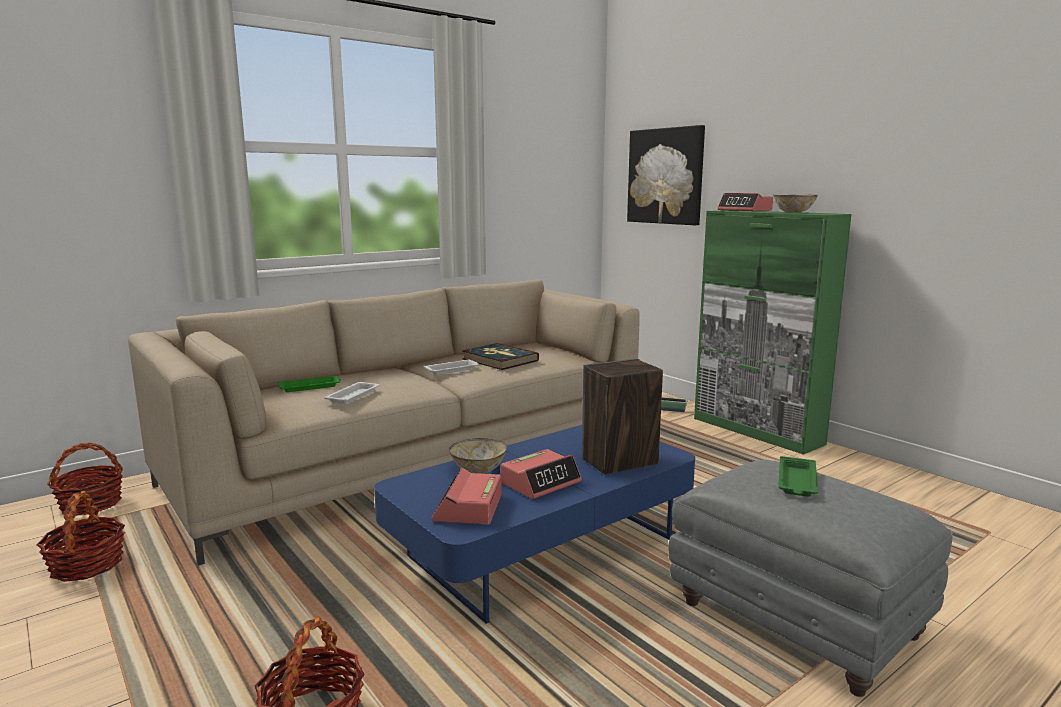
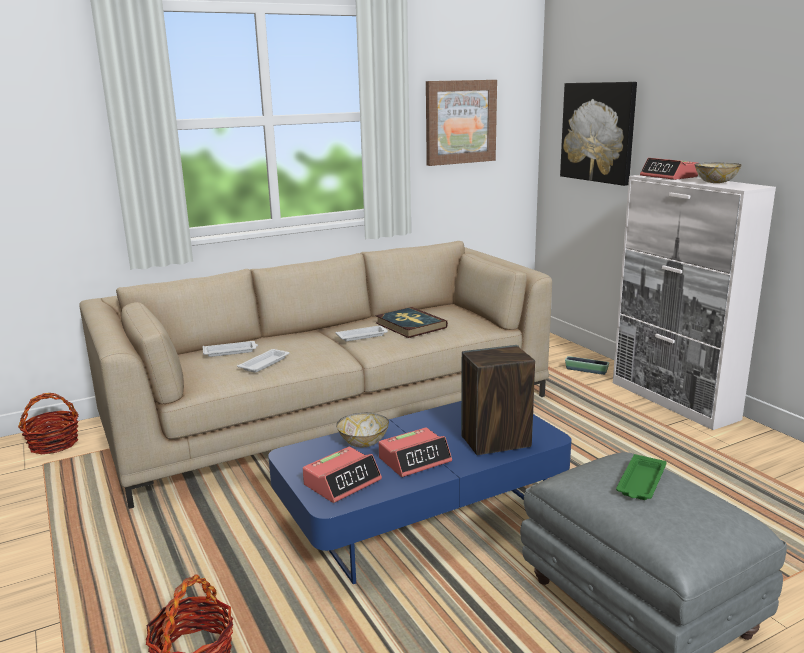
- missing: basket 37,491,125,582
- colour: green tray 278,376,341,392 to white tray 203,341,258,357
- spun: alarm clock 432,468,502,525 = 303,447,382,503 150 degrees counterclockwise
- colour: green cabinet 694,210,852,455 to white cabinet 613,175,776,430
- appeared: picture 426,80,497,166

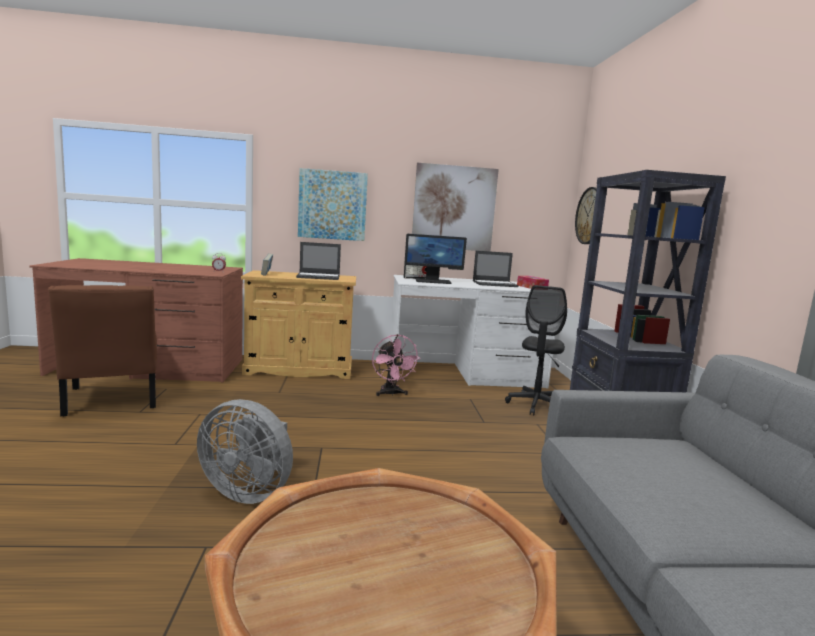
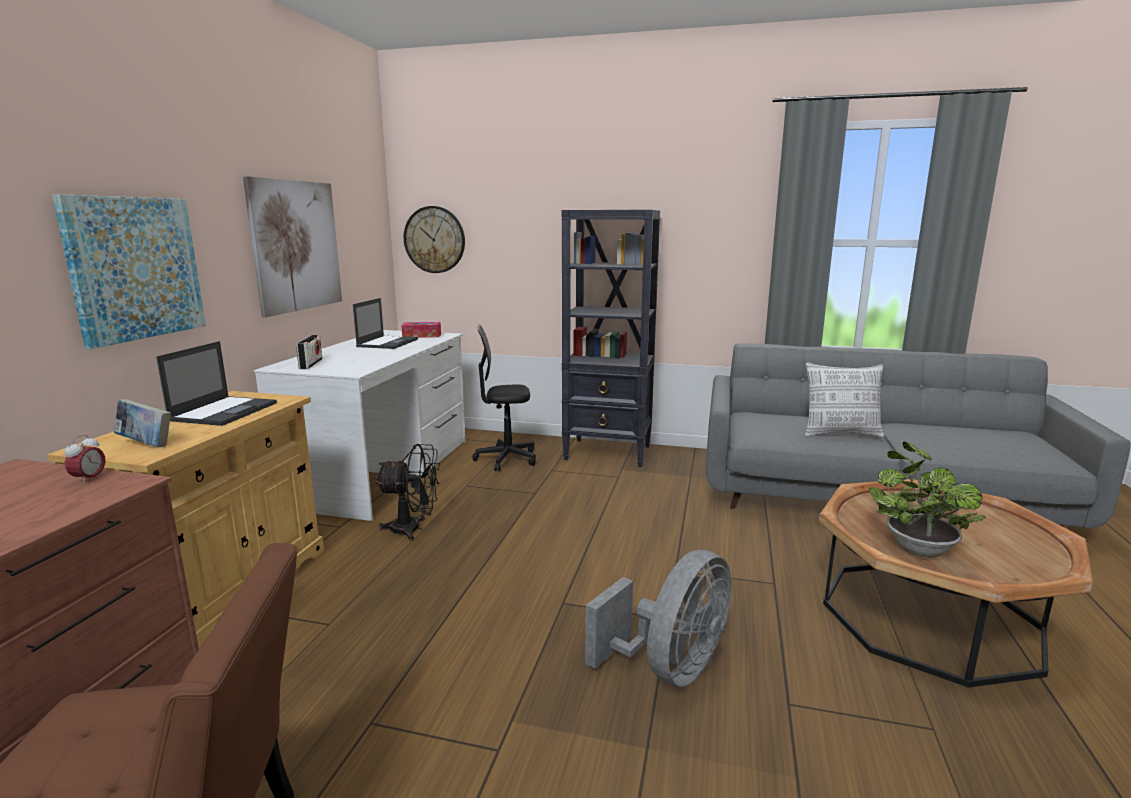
- colour: pink fan 372,334,419,396 to black fan 376,444,440,541
- missing: monitor 404,234,467,284
- spun: black office chair 505,285,567,415 = 472,325,536,471 135 degrees clockwise
- appeared: pillow 805,362,885,438
- appeared: potted plant 869,442,986,558

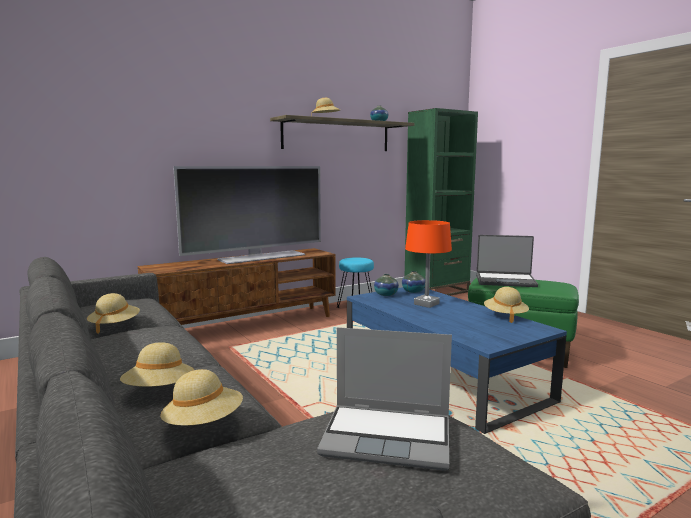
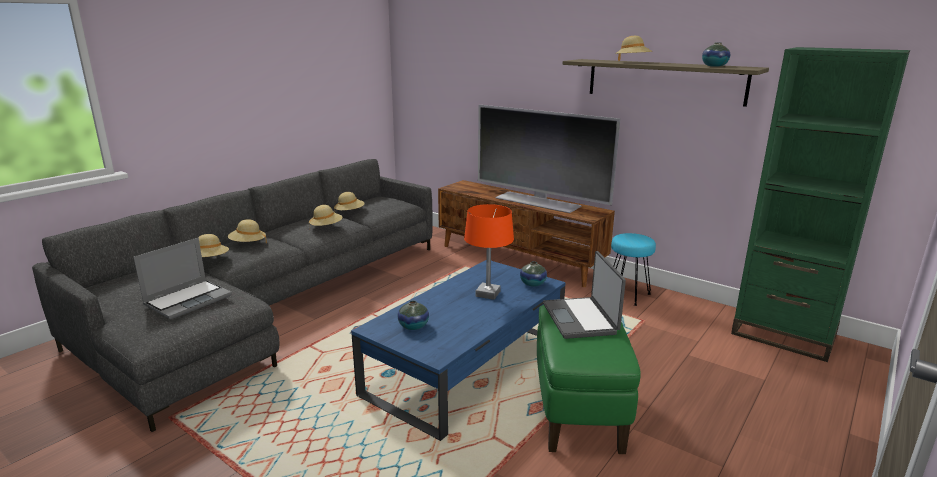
- spun: laptop 317,327,452,471 = 134,238,232,319 135 degrees counterclockwise
- relocated: vase 374,274,399,296 to 398,300,429,330
- relocated: beige hat 484,287,529,323 to 309,205,342,226

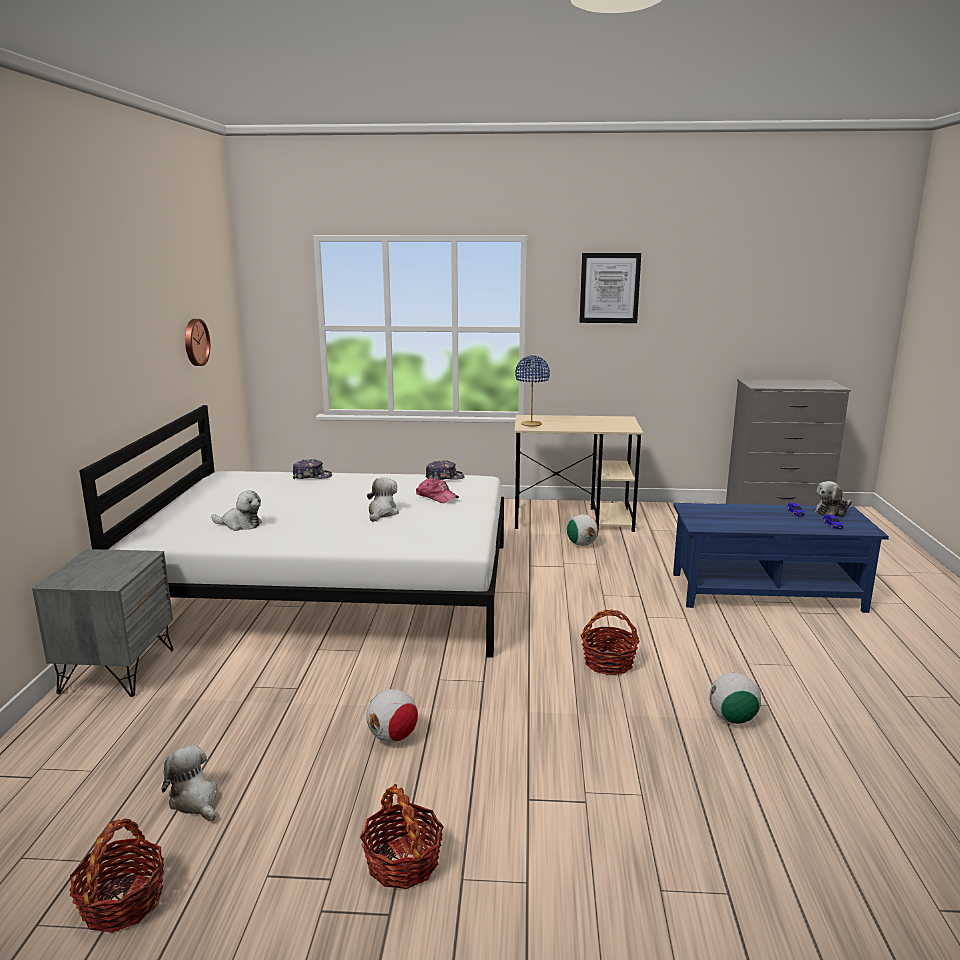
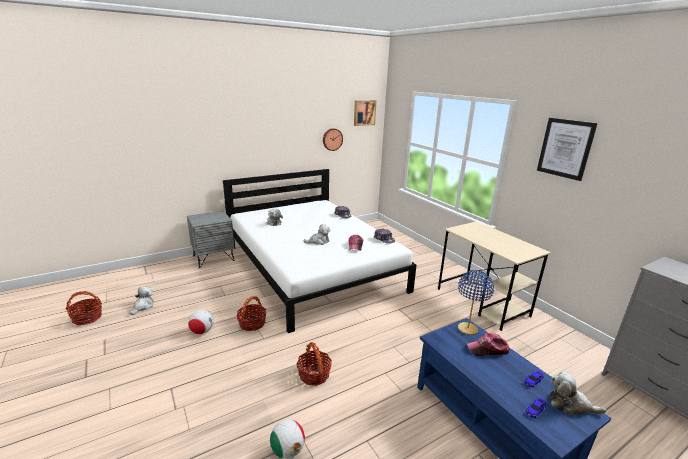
- relocated: basket 360,784,444,889 to 237,296,266,331
- relocated: blue table lamp 515,356,550,426 to 458,270,494,335
- missing: football 567,514,599,546
- appeared: picture 354,100,377,126
- appeared: cap 467,333,510,356

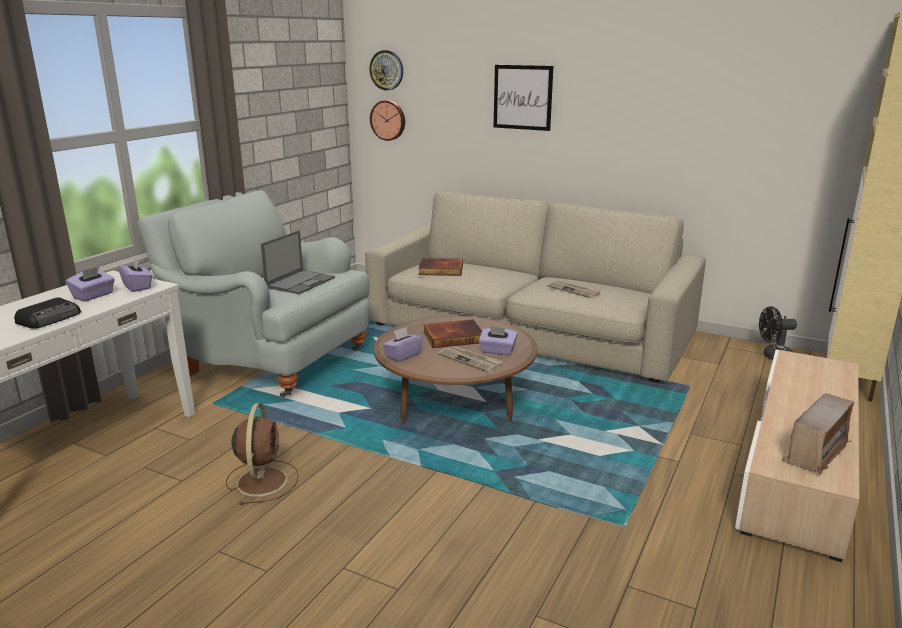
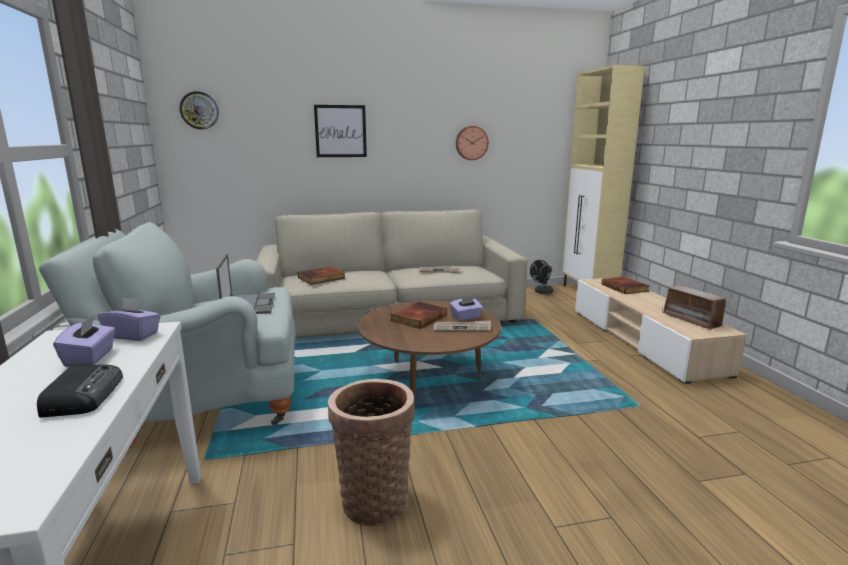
- exchanged: brown fan 226,403,299,505 to basket 328,379,415,526
- relocated: wall clock 370,100,405,141 to 456,126,489,160
- missing: purple tissue box 383,327,423,362
- spun: radio 782,393,854,475 = 662,285,729,330 150 degrees clockwise
- appeared: book 601,276,649,294

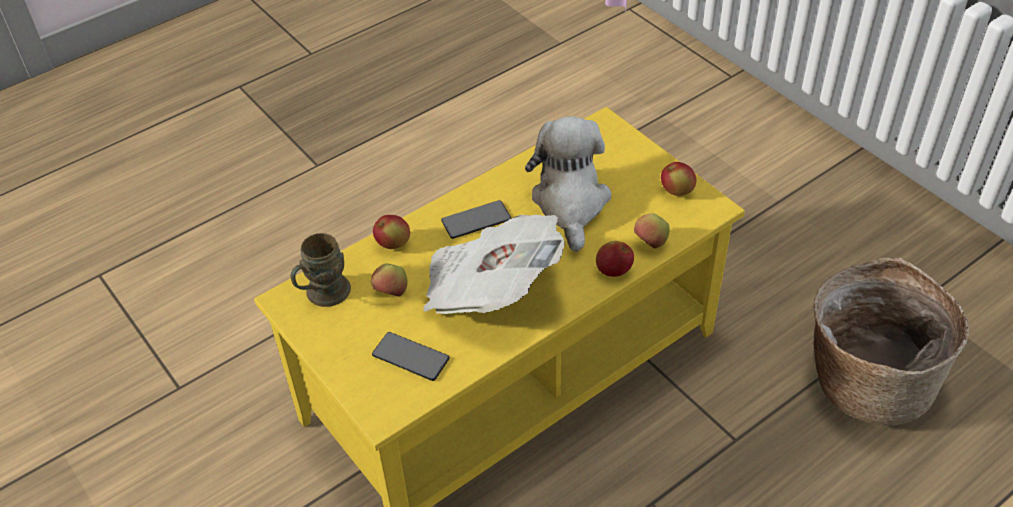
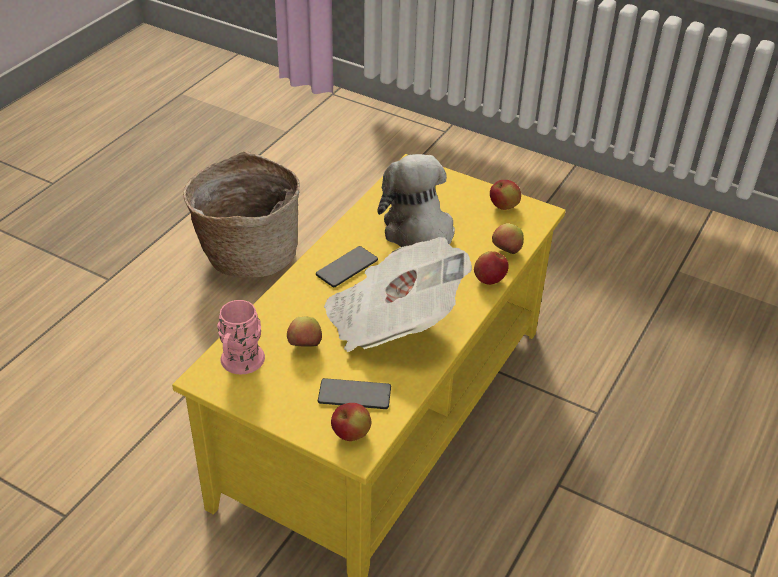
- colour: brown mug 291,233,351,307 to pink mug 217,300,265,374
- relocated: apple 373,215,410,249 to 331,403,371,441
- relocated: basket 814,257,969,426 to 183,151,300,278

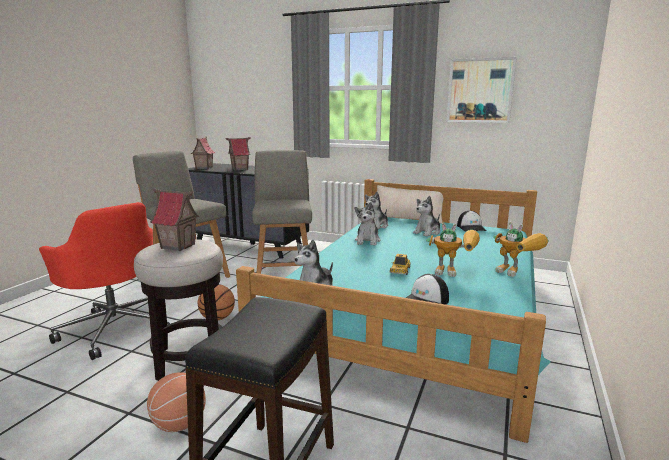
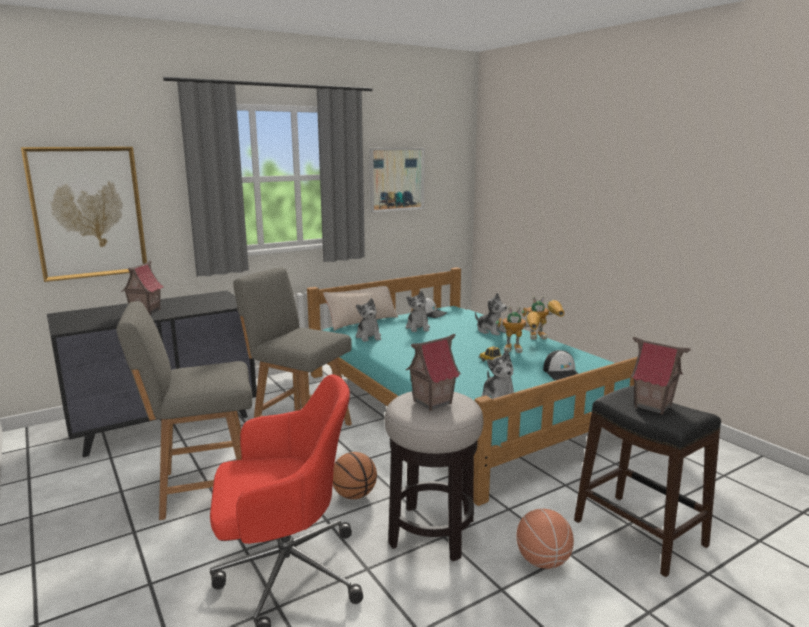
- relocated: toy house 191,136,215,169 to 631,337,691,414
- relocated: plush toy 355,202,381,245 to 475,293,507,336
- spun: toy robot 426,223,480,277 = 496,307,541,353 45 degrees clockwise
- appeared: picture 21,147,147,282

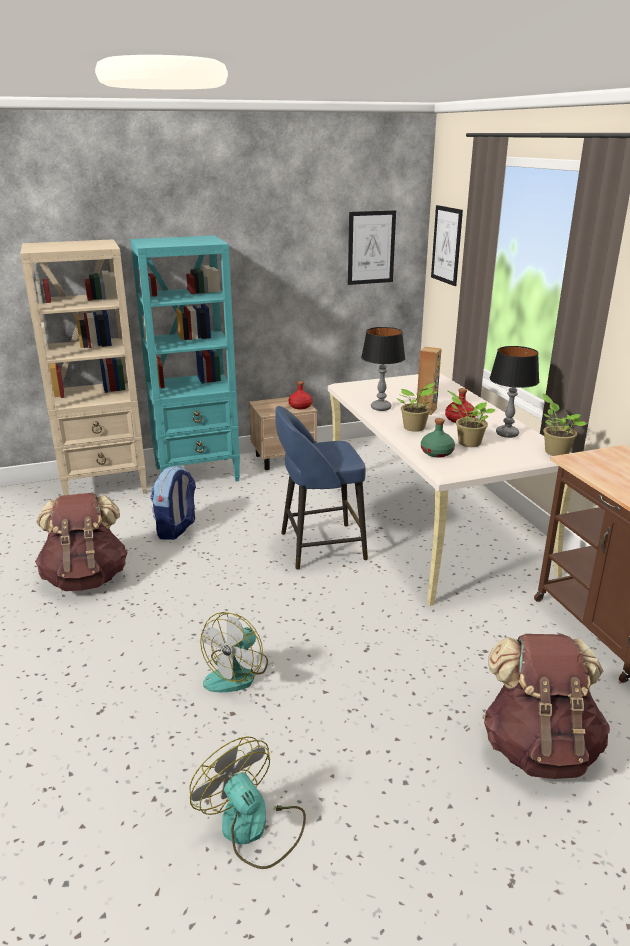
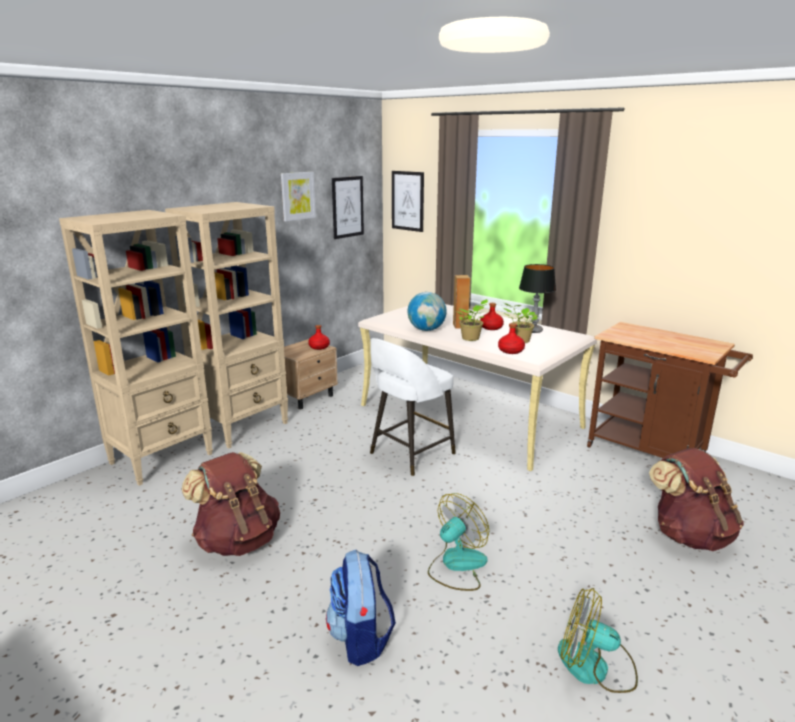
- colour: turquoise bookcase 130,235,240,482 to beige bookcase 165,202,288,449
- relocated: backpack 150,466,196,540 to 326,550,396,666
- spun: fan 200,612,268,692 = 428,493,489,591 135 degrees counterclockwise
- colour: blue stool 275,406,368,570 to white stool 370,338,456,476
- exchanged: table lamp 361,327,405,411 to globe 408,292,447,331
- colour: green bottle 421,418,455,458 to red bottle 498,323,525,354
- missing: potted plant 543,394,588,456
- appeared: picture 281,172,316,221

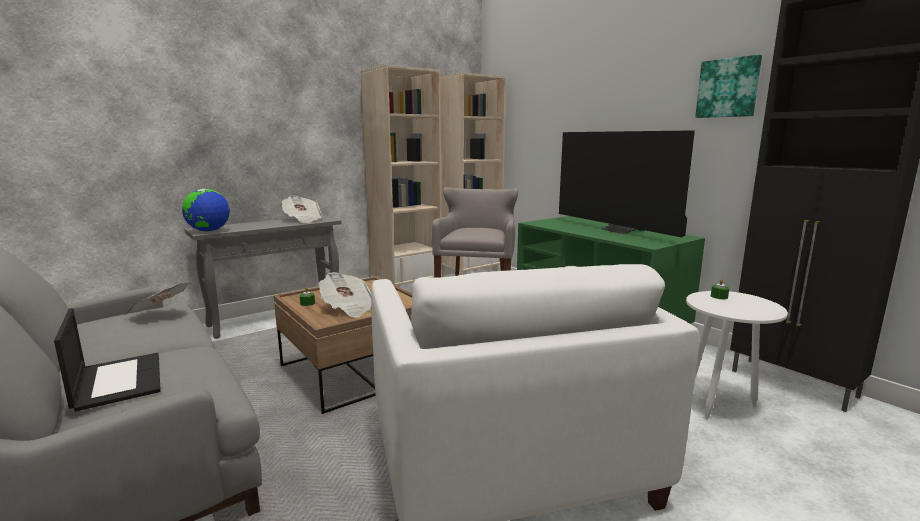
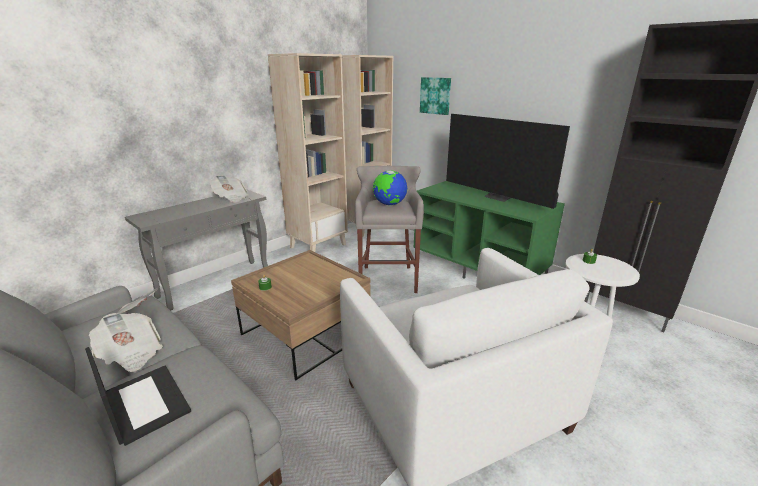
- relocated: globe 182,189,230,232 to 373,170,407,205
- relocated: newspaper 318,272,371,318 to 89,313,163,372
- relocated: picture 695,55,762,118 to 420,77,451,115

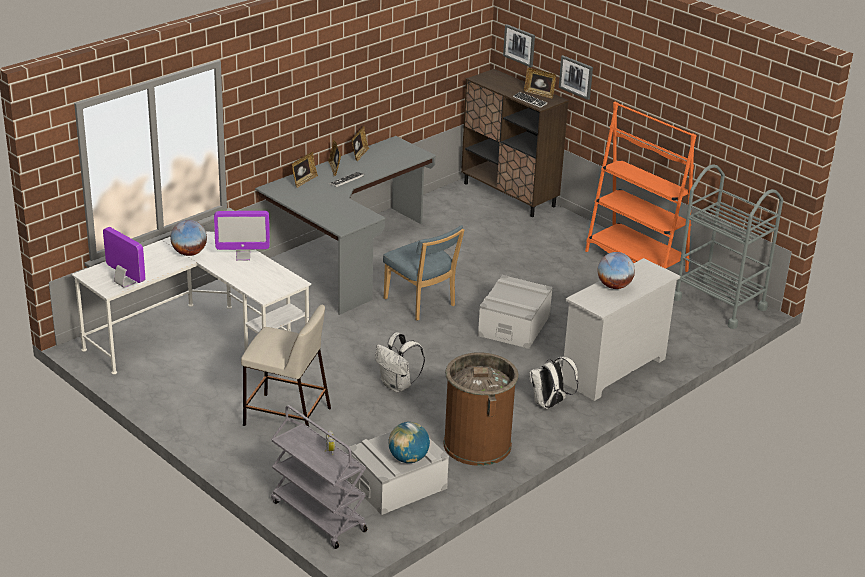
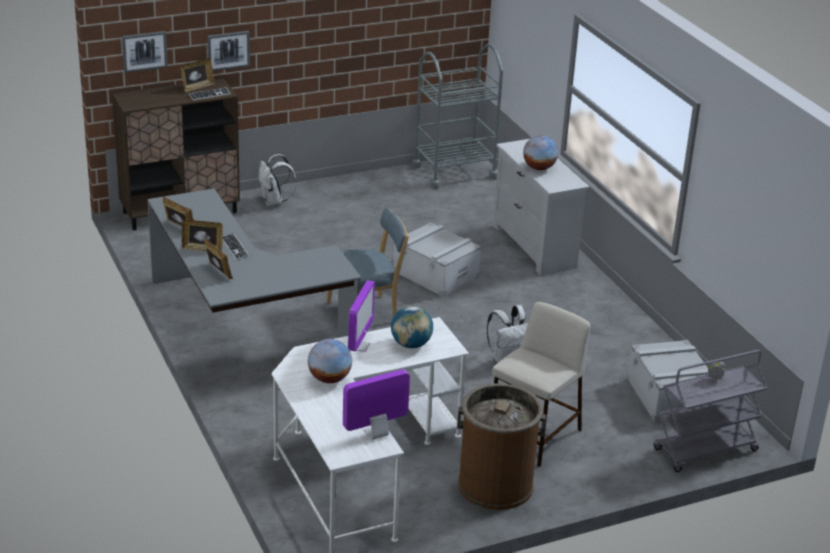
- relocated: globe 388,422,430,463 to 391,306,433,348
- relocated: brown trash can 443,352,519,466 to 457,383,546,510
- relocated: white backpack 529,356,579,409 to 258,154,297,206
- missing: orange bookcase 585,101,697,272

